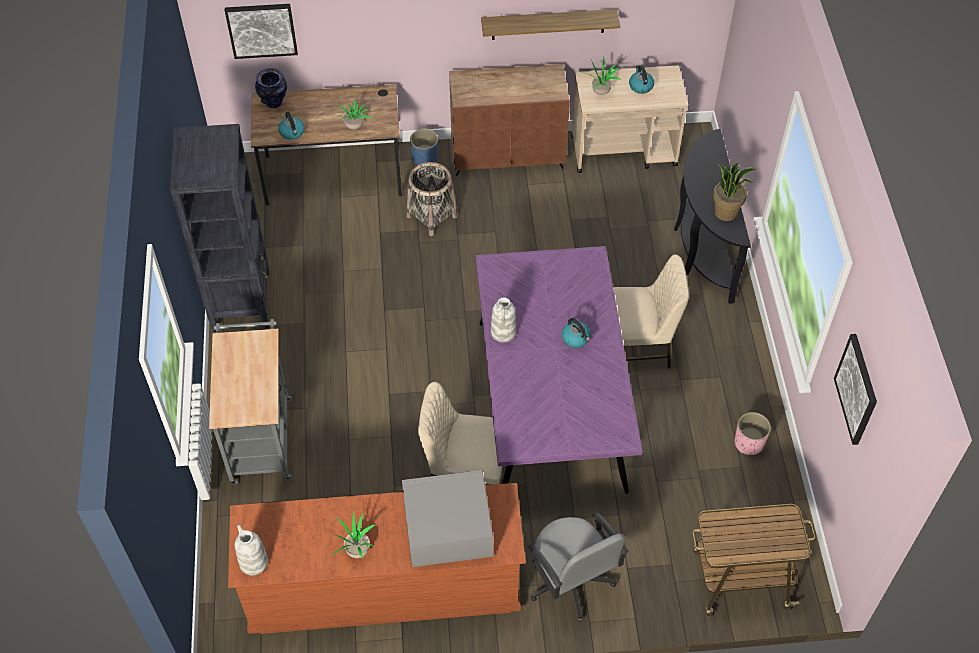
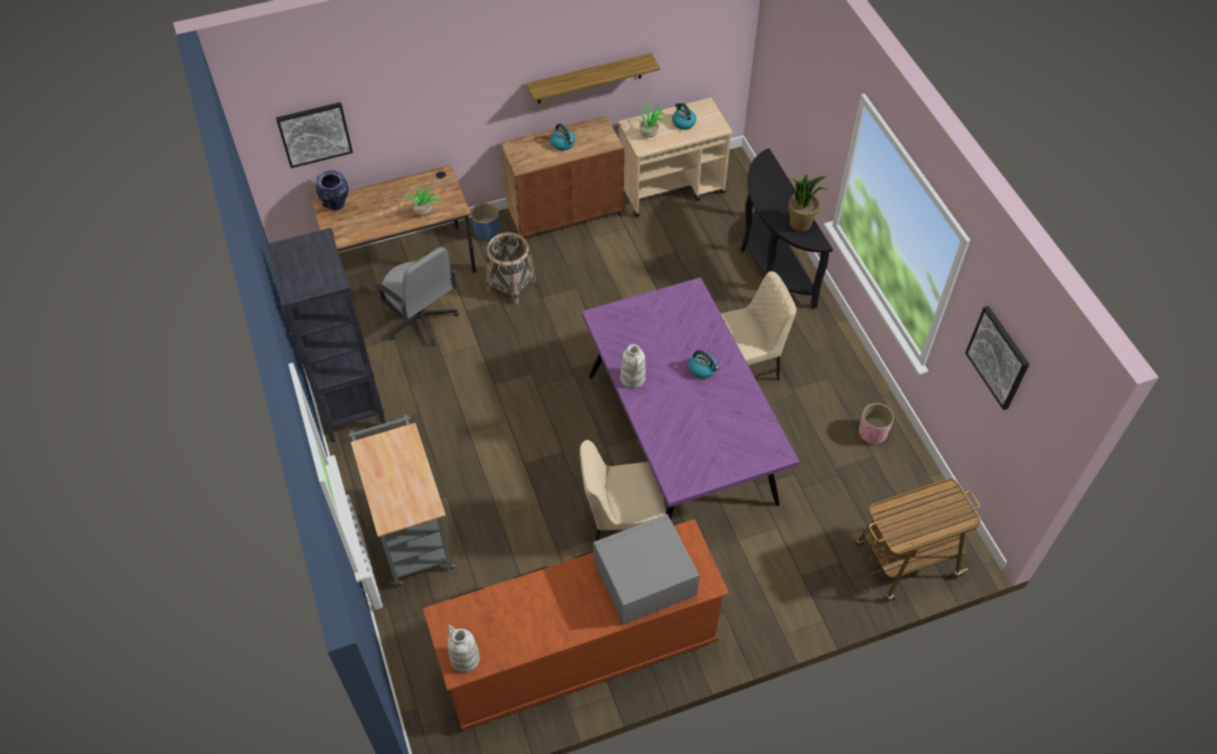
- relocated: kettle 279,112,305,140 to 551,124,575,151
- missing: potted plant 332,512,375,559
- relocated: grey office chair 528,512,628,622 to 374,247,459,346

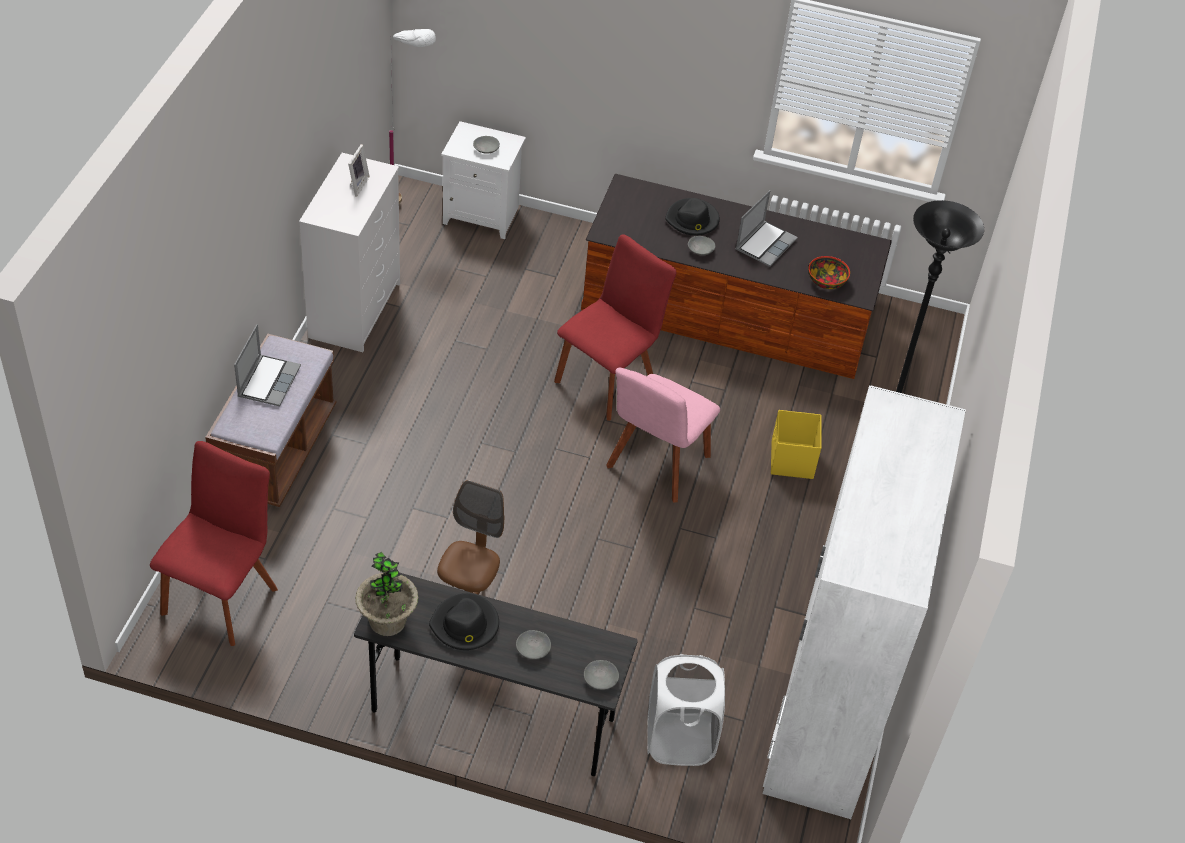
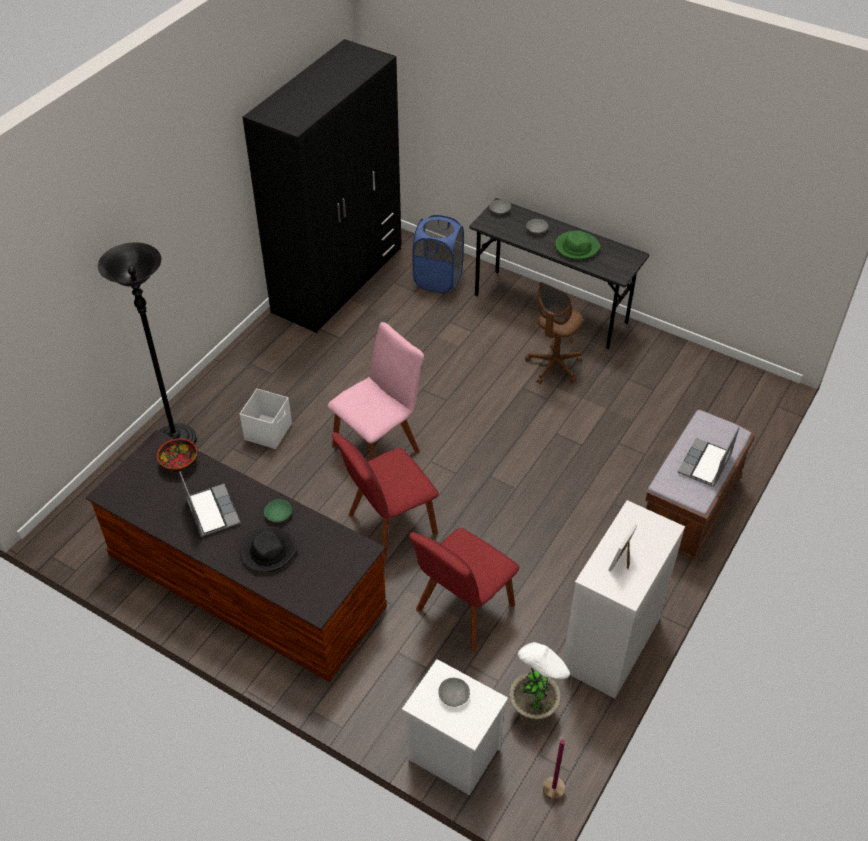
- relocated: red chair 150,441,278,646 to 409,528,519,651
- relocated: potted plant 355,552,419,636 to 509,668,561,725
- colour: black hat 429,593,499,650 to green hat 555,230,601,260
- colour: white laundry basket 647,654,725,766 to blue laundry basket 412,215,464,293
- colour: grey bowl 688,236,715,255 to green bowl 264,499,292,522
- spun: laptop 736,190,798,267 = 179,471,240,537 105 degrees clockwise
- colour: white wardrobe 763,386,966,819 to black wardrobe 243,39,401,333
- colour: yellow storage box 771,410,821,479 to white storage box 240,389,292,449

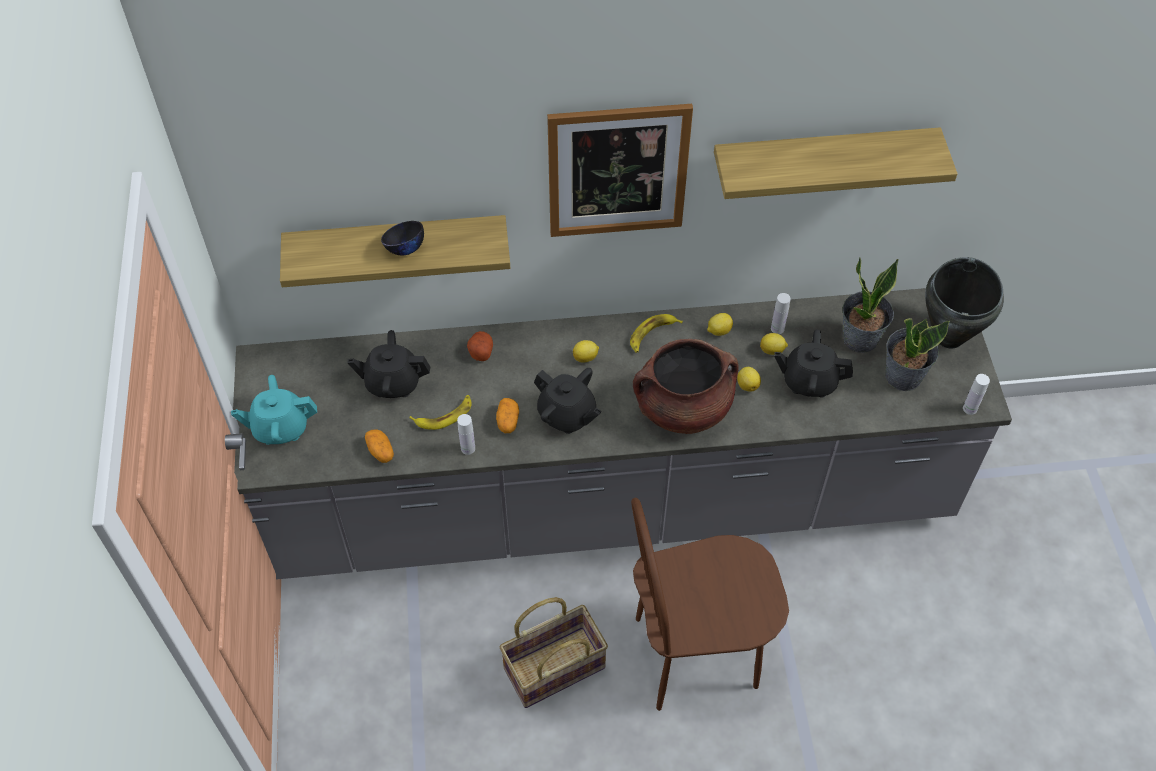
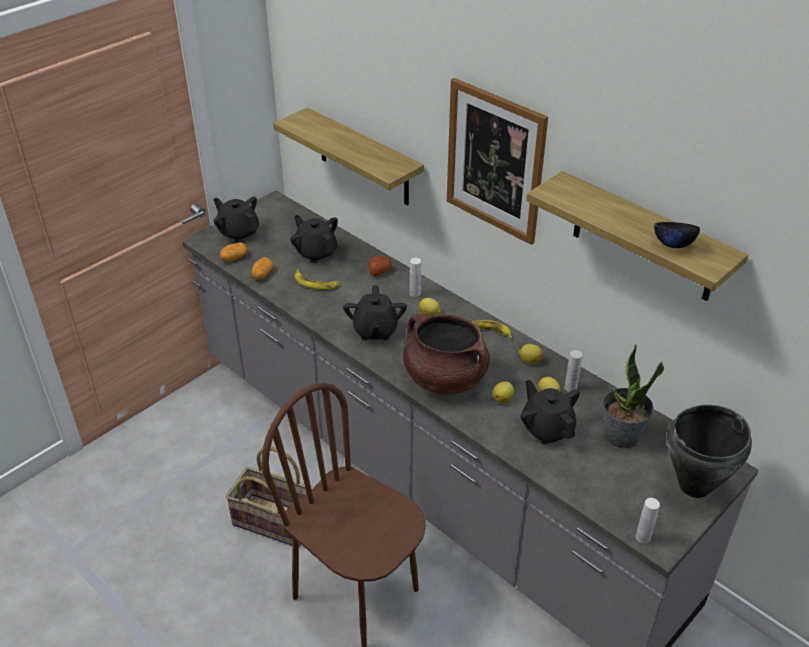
- colour: turquoise teapot 231,375,317,445 to black teapot 213,197,259,242
- relocated: black bowl 381,221,424,255 to 654,222,700,248
- relocated: white bottle 457,414,475,455 to 410,258,421,297
- relocated: potato 496,398,519,433 to 220,242,248,262
- missing: potted plant 885,318,950,391

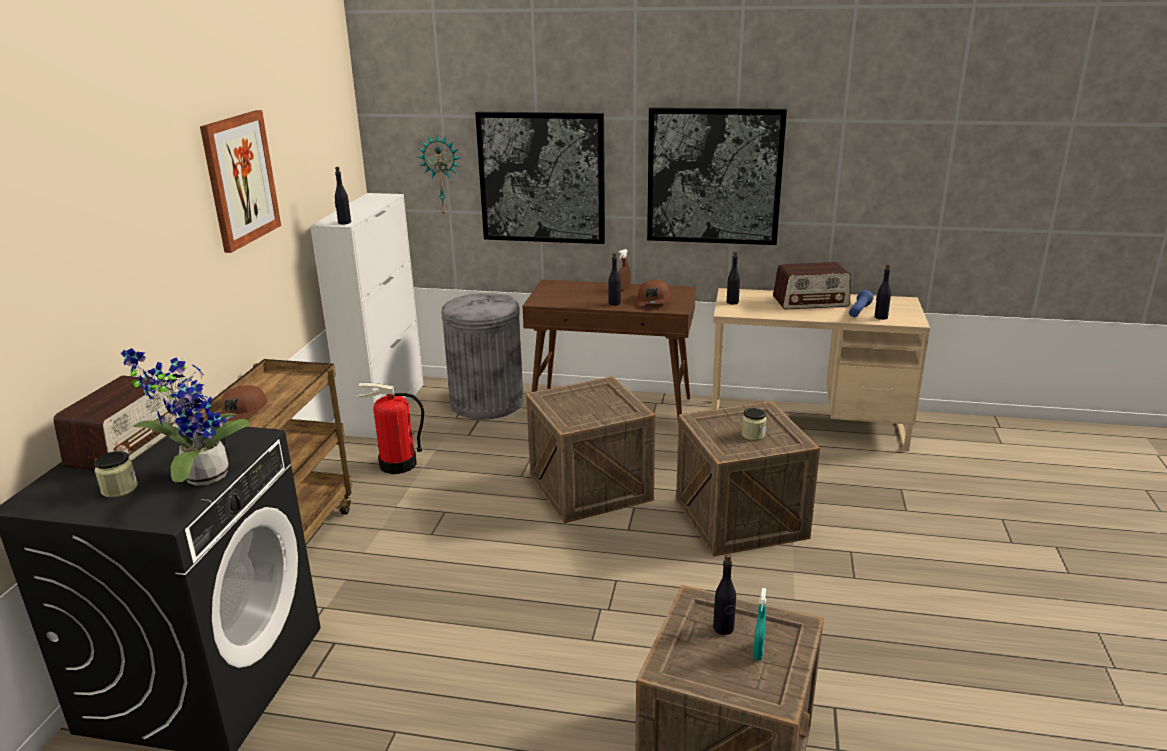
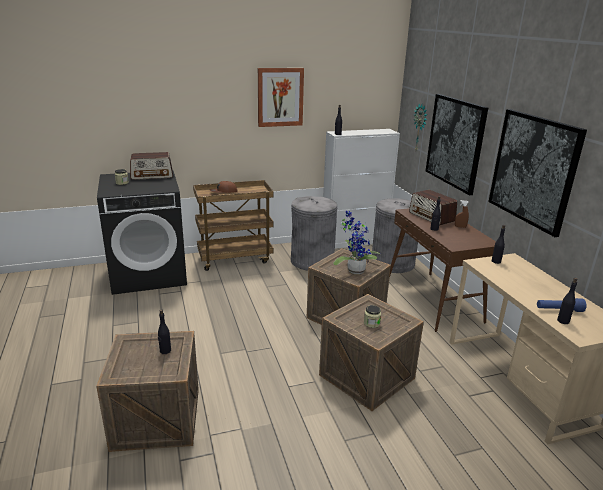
- relocated: potted plant 121,348,249,486 to 333,211,380,274
- exchanged: fire extinguisher 356,383,424,474 to grey trash can 291,196,338,270
- missing: brown cap 637,280,670,305
- missing: turquoise spray bottle 753,588,766,660
- relocated: radio 773,262,850,309 to 409,190,457,226

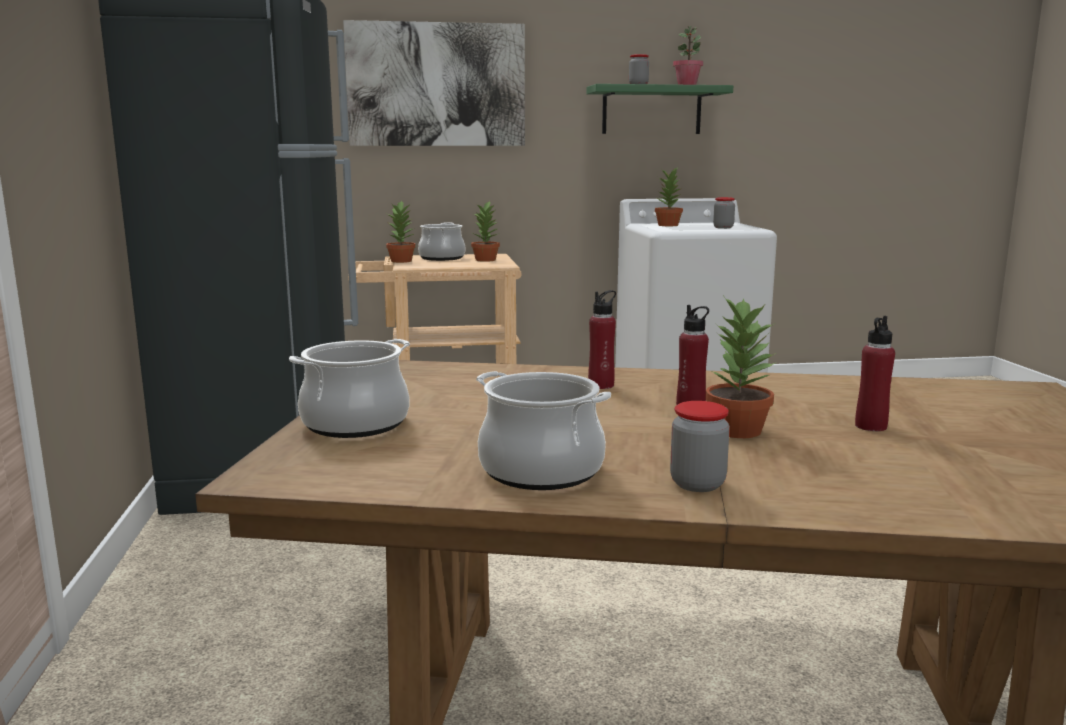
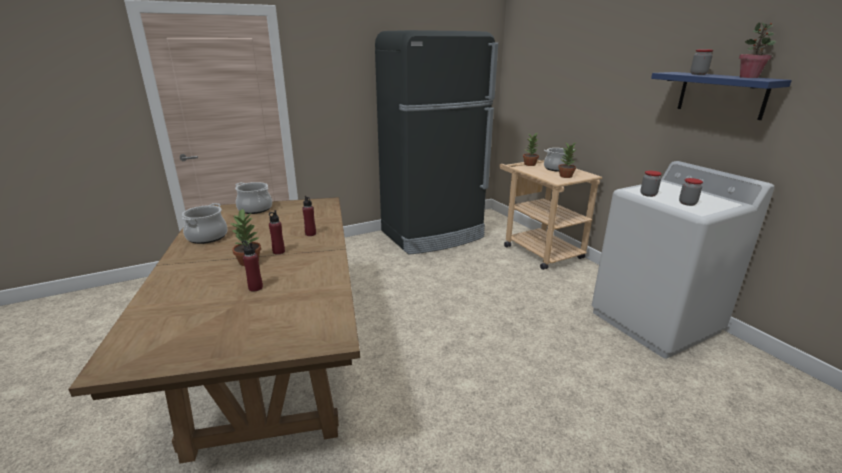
- missing: picture 343,20,525,146
- colour: green shelf 586,84,733,134 to blue shelf 651,72,792,120
- missing: potted plant 655,166,683,226
- relocated: jar 670,401,730,492 to 640,171,662,197

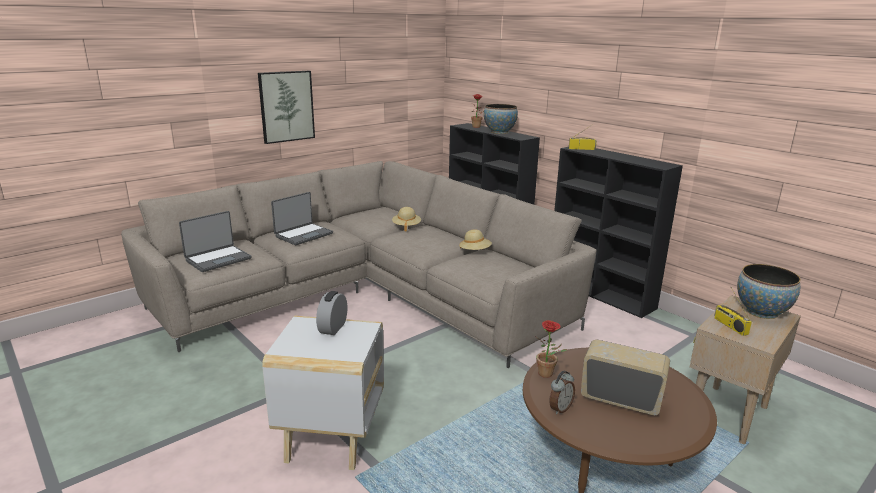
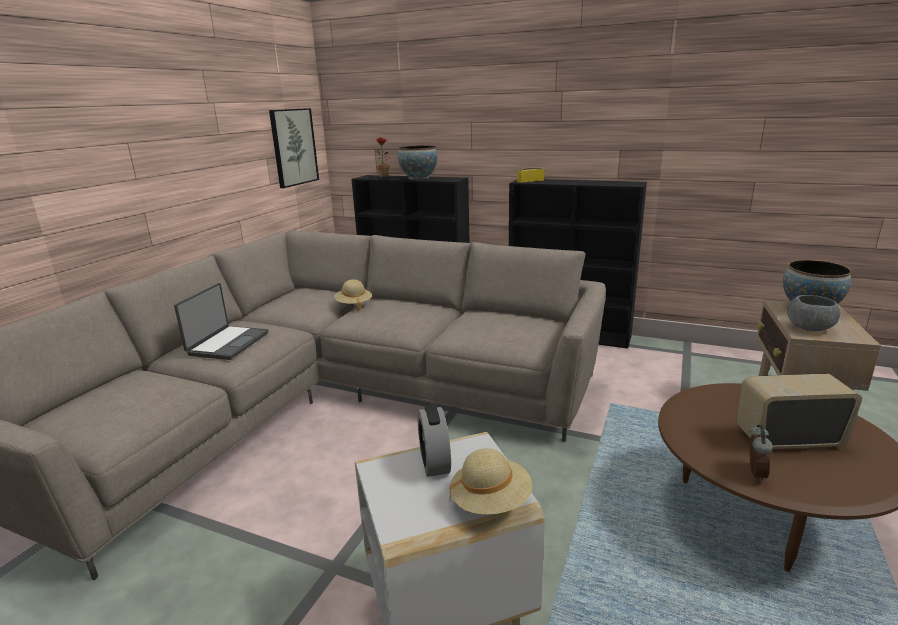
- missing: laptop 179,211,251,272
- relocated: picture 258,71,315,144 to 269,108,319,188
- relocated: beige hat 459,229,492,250 to 450,448,532,515
- missing: potted plant 536,320,567,378
- exchanged: radio 714,289,752,336 to grey bowl 787,295,840,331

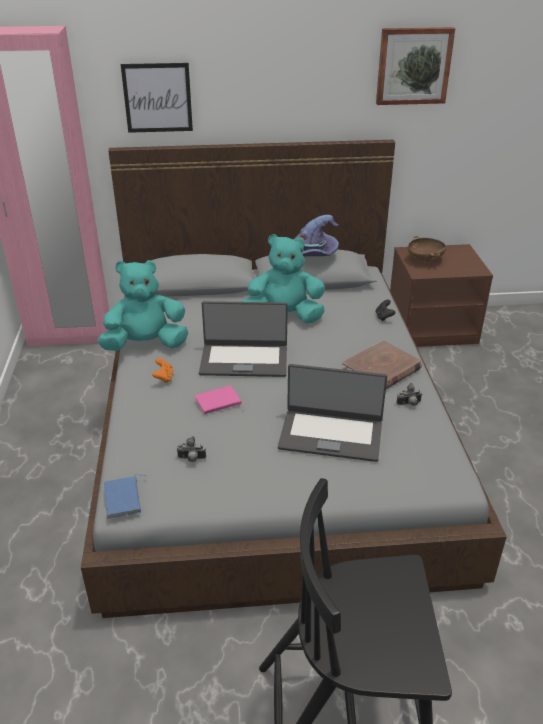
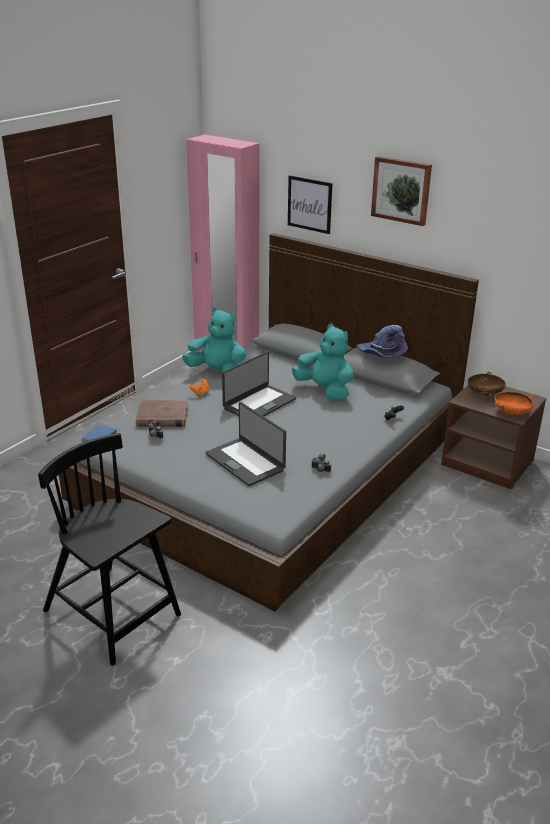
- missing: pink book 195,385,245,414
- spun: laptop 199,301,288,377 = 222,351,296,416 90 degrees counterclockwise
- relocated: brown book 342,340,422,389 to 136,400,188,427
- relocated: picture 376,27,455,105 to 371,156,432,226
- appeared: orange bowl 494,392,533,415

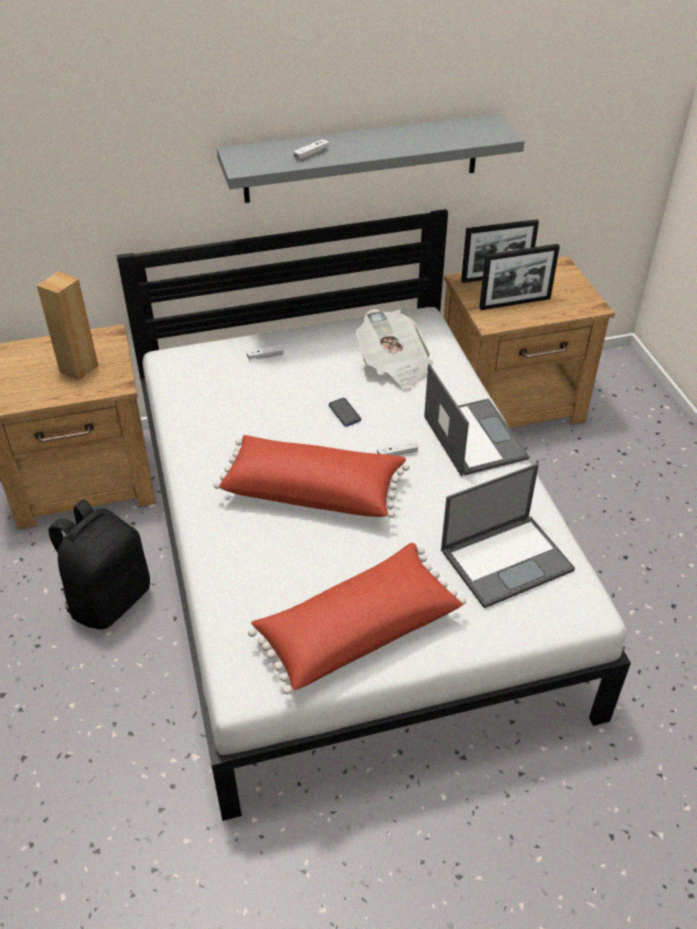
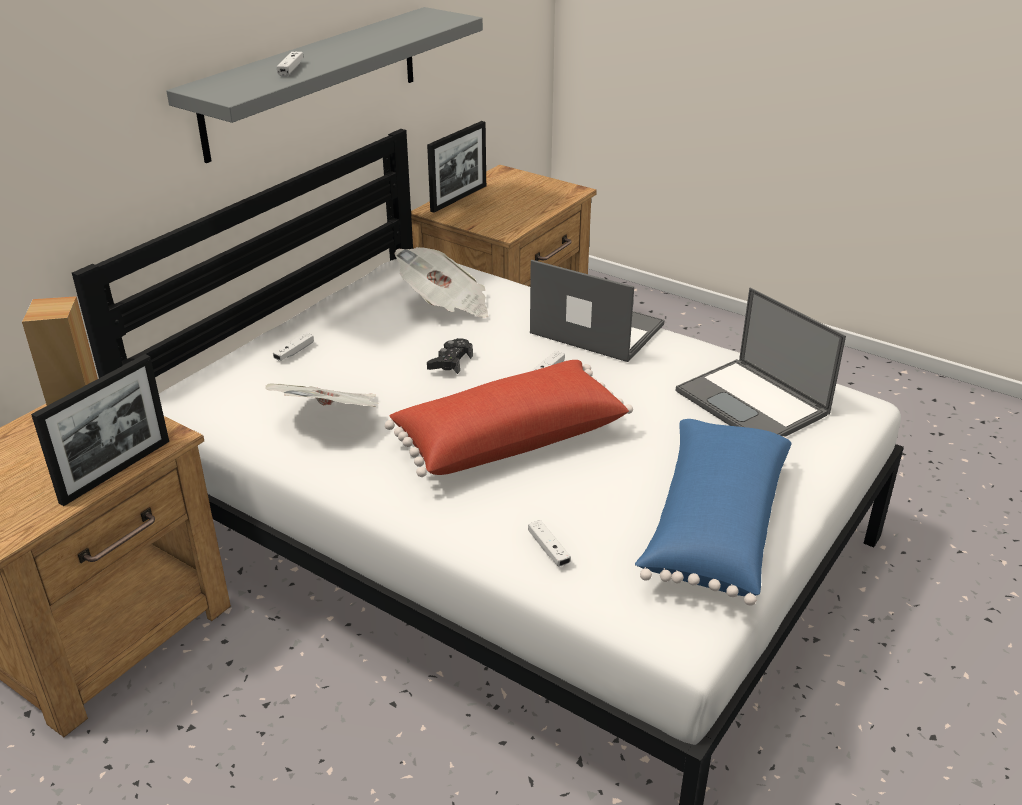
- missing: black backpack 48,499,150,629
- colour: red pillow 248,543,466,694 to blue pillow 635,419,792,606
- exchanged: phone 329,398,361,427 to black game controller 427,338,473,374
- spun: laptop 441,463,575,608 = 676,287,846,437 120 degrees clockwise
- relocated: picture frame 479,244,560,310 to 31,354,169,506
- appeared: newspaper 265,384,379,407
- appeared: white game controller 528,520,571,567

